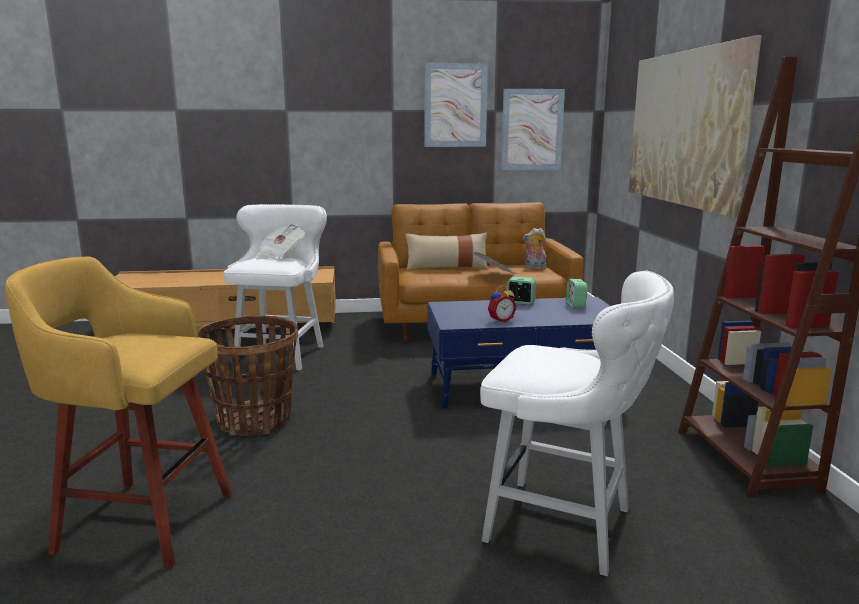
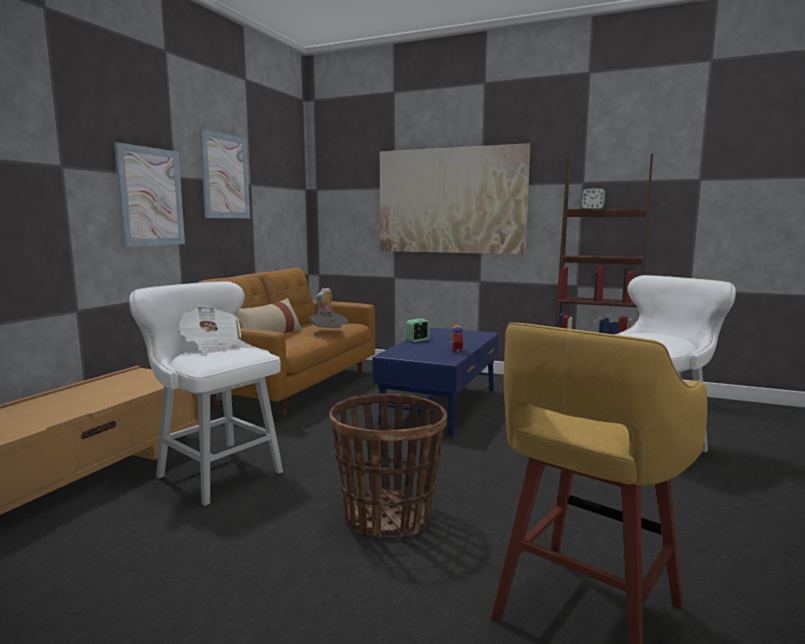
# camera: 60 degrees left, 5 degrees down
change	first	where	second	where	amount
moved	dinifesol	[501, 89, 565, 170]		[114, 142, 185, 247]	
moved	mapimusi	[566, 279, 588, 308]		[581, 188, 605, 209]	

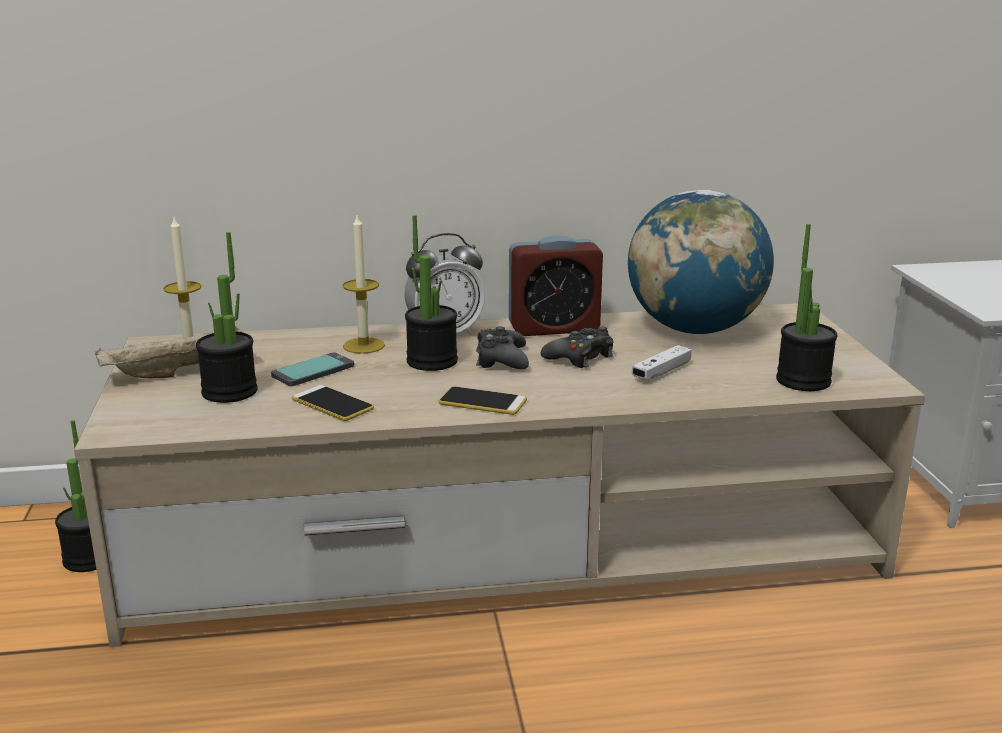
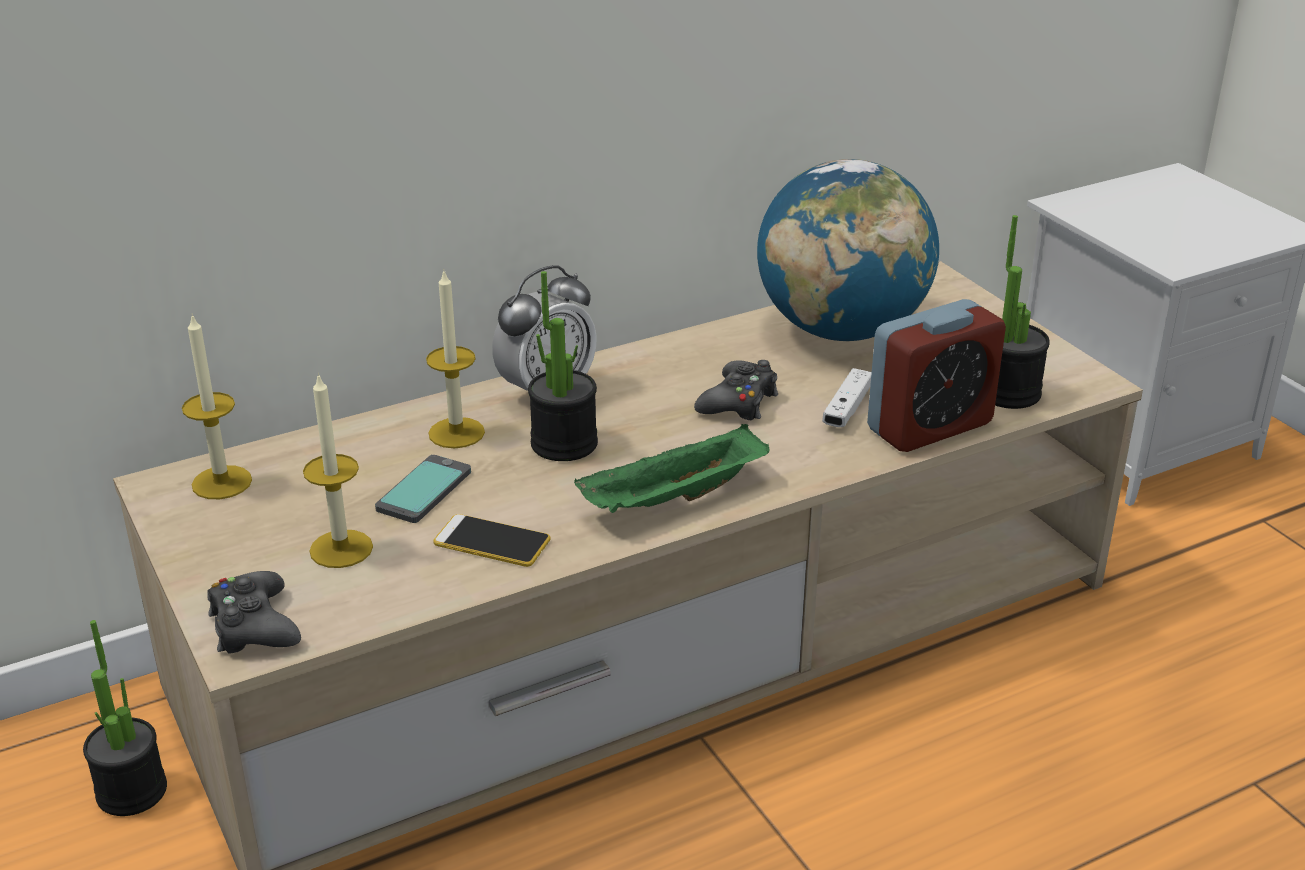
# camera: 20 degrees left, 10 degrees up
change	first	where	second	where	amount
removed	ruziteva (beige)	[95, 326, 254, 379]			
moved	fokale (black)	[476, 327, 529, 369]		[207, 571, 301, 654]	
moved	mapimusi	[509, 235, 603, 336]		[867, 299, 1006, 452]	
replaced	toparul	[196, 232, 258, 403]	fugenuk	[303, 373, 373, 568]	
replaced	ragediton	[438, 387, 527, 415]	ruziteva (green)	[574, 424, 769, 513]	

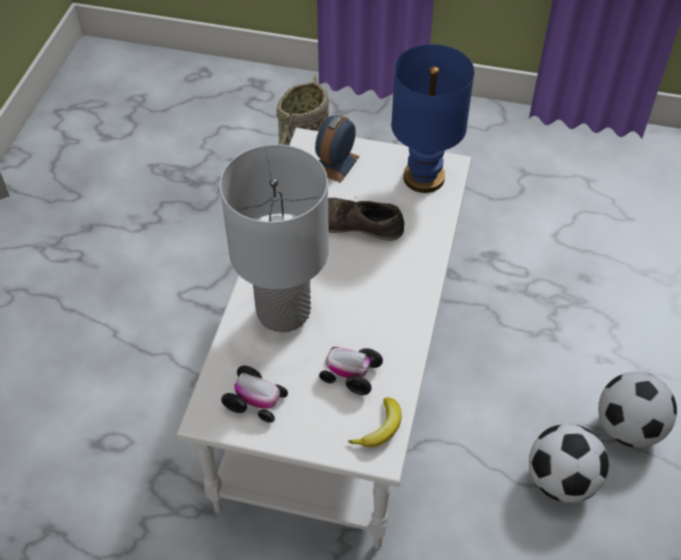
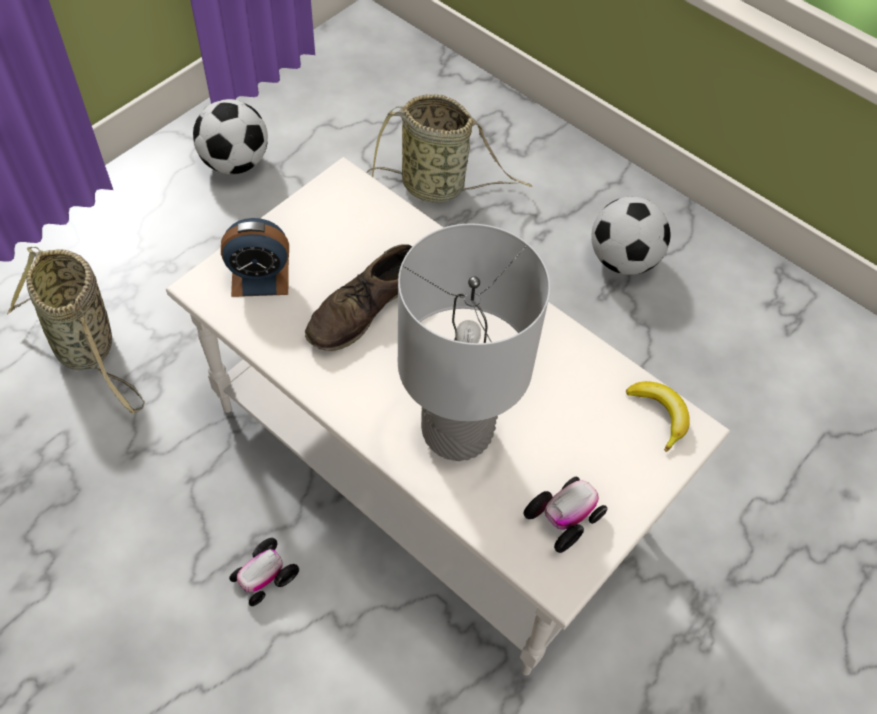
# camera: 65 degrees left, 5 degrees up
change	first	where	second	where	amount
removed	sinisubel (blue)	[391, 44, 474, 193]			
added			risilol	[367, 94, 533, 203]	
moved	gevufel	[319, 347, 383, 395]		[229, 538, 299, 606]	
moved	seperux	[529, 424, 609, 503]		[193, 99, 268, 174]	
turned	mapimusi	[315, 115, 360, 183]		[221, 218, 289, 297]	60 degrees counterclockwise

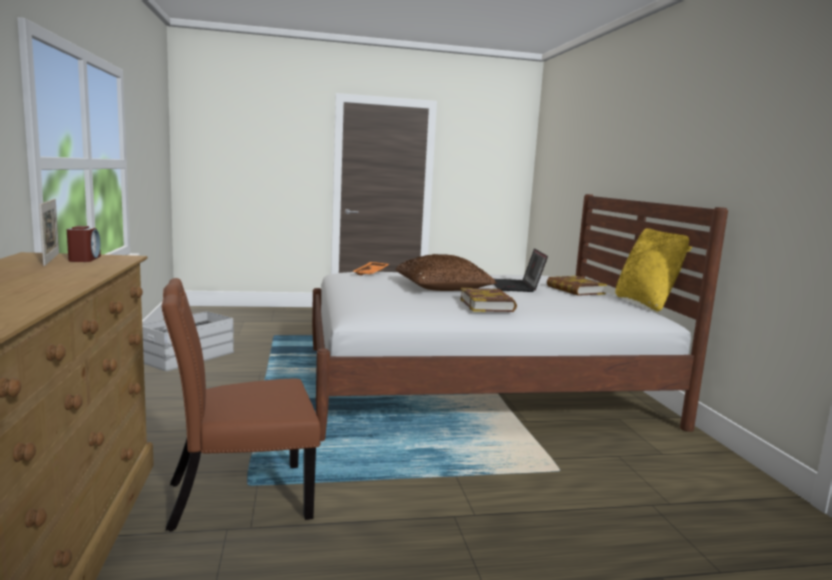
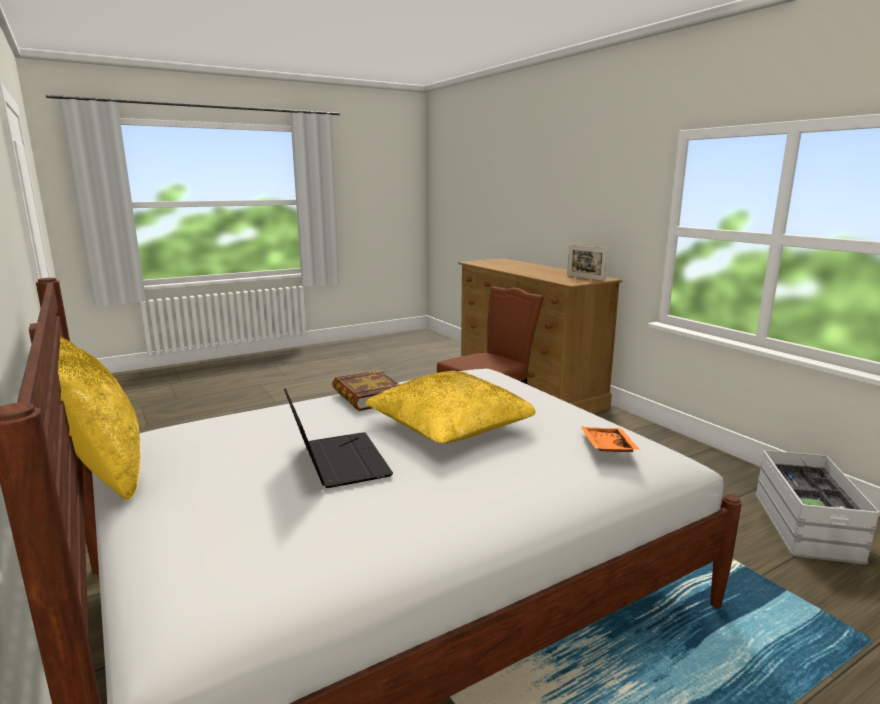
# camera: 160 degrees right, 5 degrees up
change	first	where	second	where	amount
removed	mapimusi	[67, 226, 101, 262]			
removed	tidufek	[547, 276, 607, 296]			
recoloured	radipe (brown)	[395, 254, 496, 291]	radipe (yellow)	[365, 371, 536, 443]	

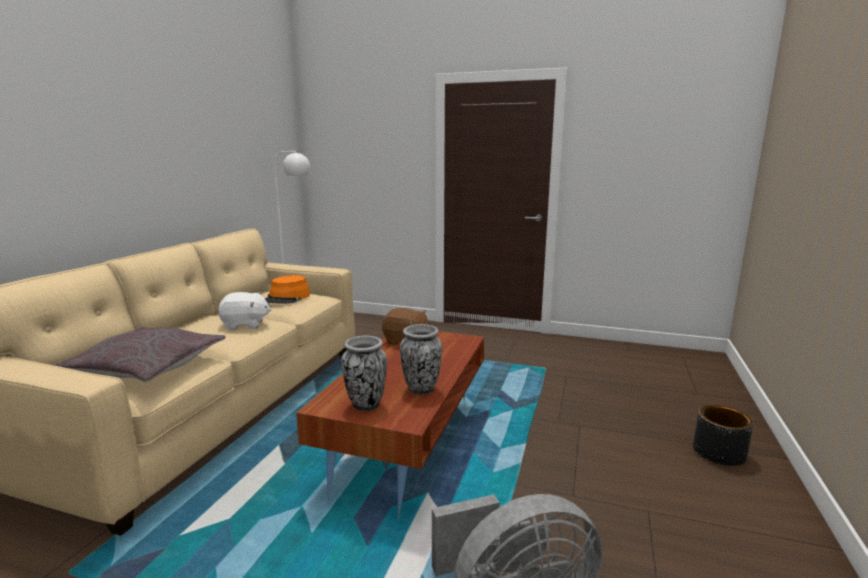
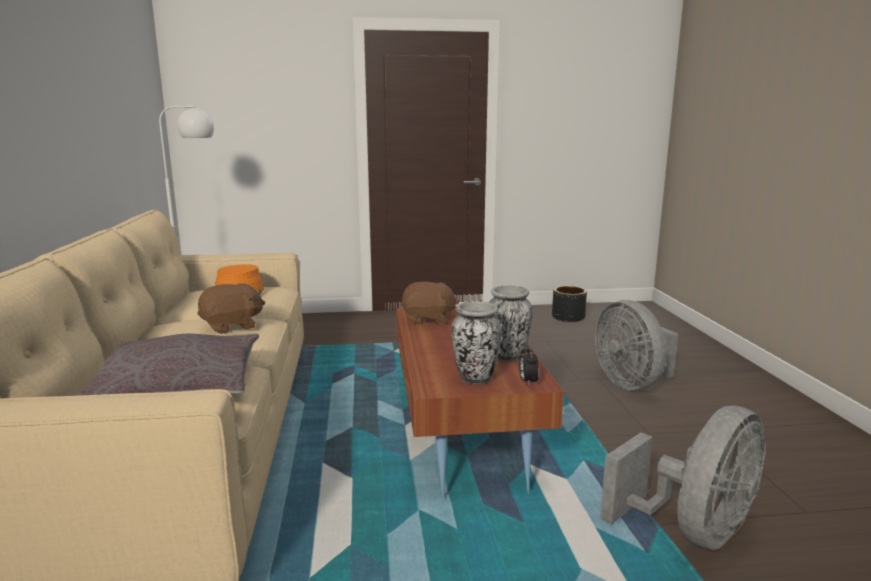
# camera: 25 degrees left, 0 degrees up
change	first	where	second	where	amount
added			mapimusi	[519, 345, 539, 384]	
added			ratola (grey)	[595, 300, 678, 391]	
moved	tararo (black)	[693, 405, 753, 466]		[552, 286, 587, 322]	
recoloured	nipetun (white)	[218, 292, 272, 330]	nipetun (brown)	[197, 283, 265, 334]	

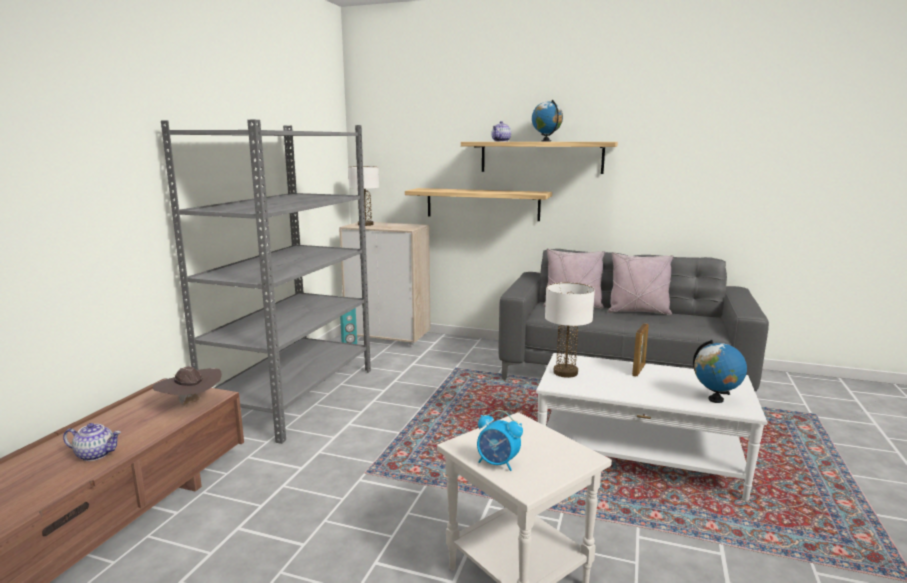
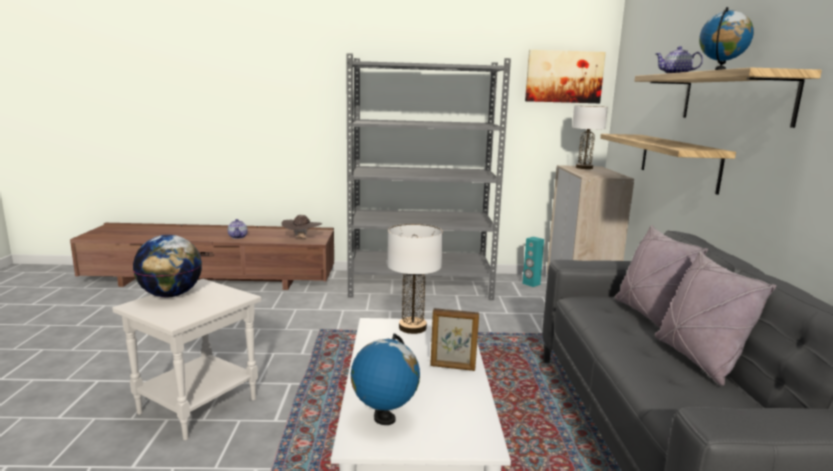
# camera: 70 degrees right, 0 degrees up
change	first	where	second	where	amount
added			dinifesol	[525, 50, 606, 103]	
replaced	mapimusi	[477, 410, 523, 471]	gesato	[133, 235, 202, 297]	

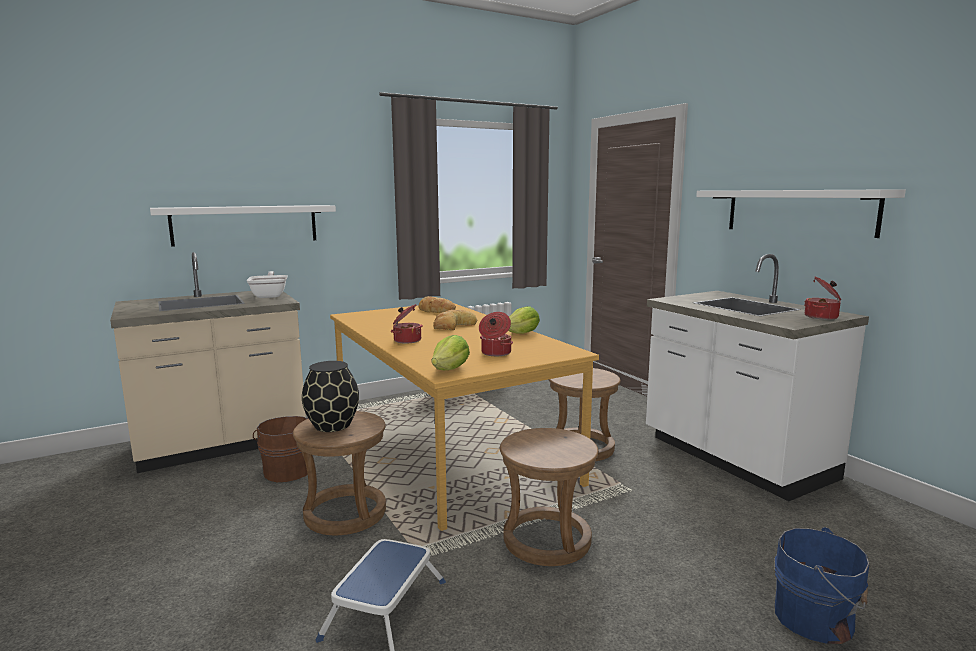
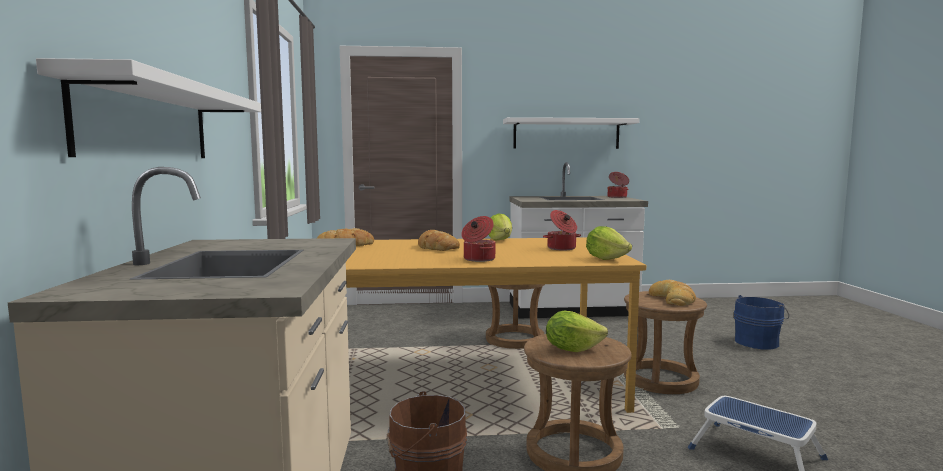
# camera: 65 degrees left, 5 degrees down
change	first	where	second	where	amount
removed	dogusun	[246, 271, 288, 298]			
added			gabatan	[649, 280, 696, 306]	
replaced	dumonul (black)	[302, 361, 359, 432]	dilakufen	[546, 311, 608, 352]	

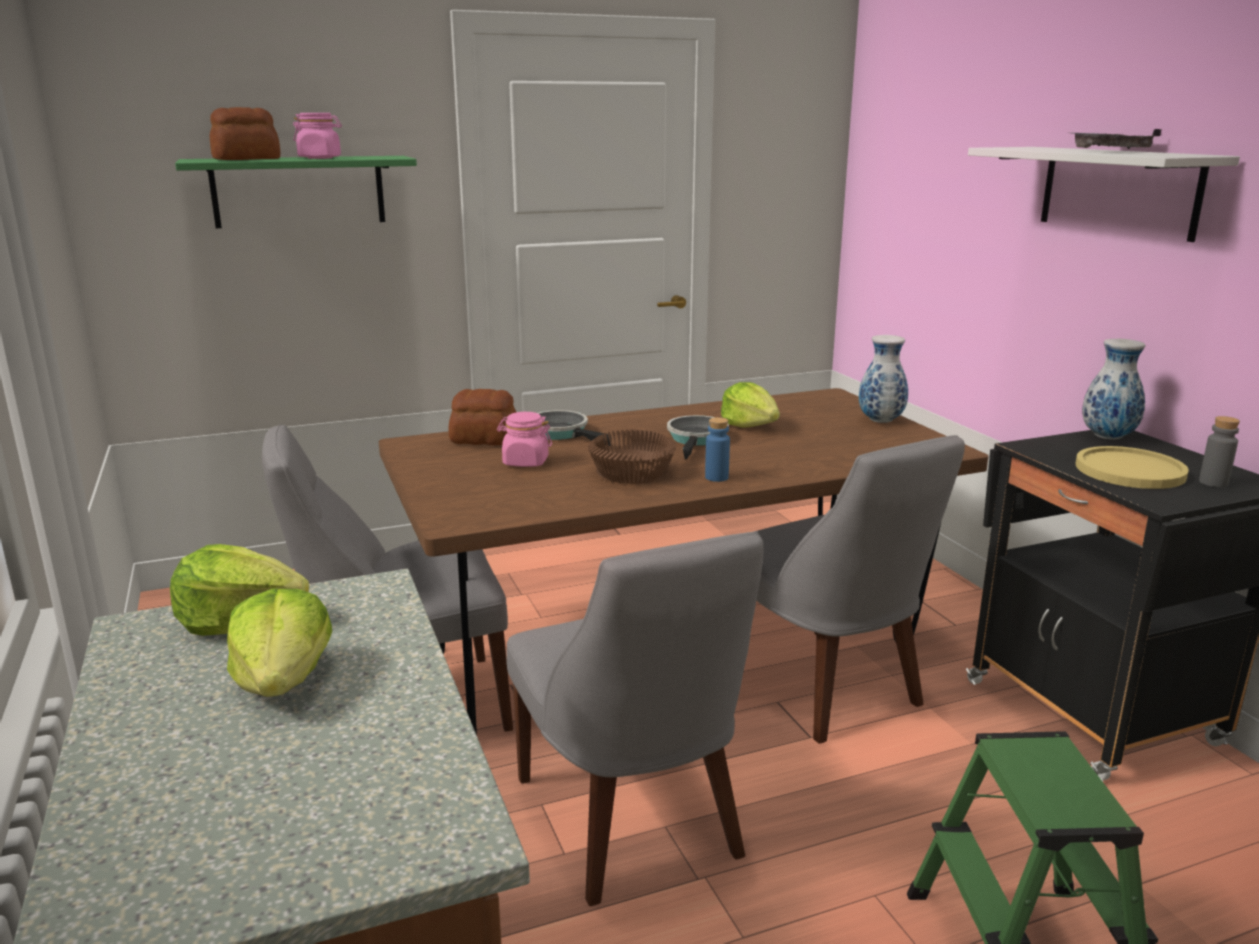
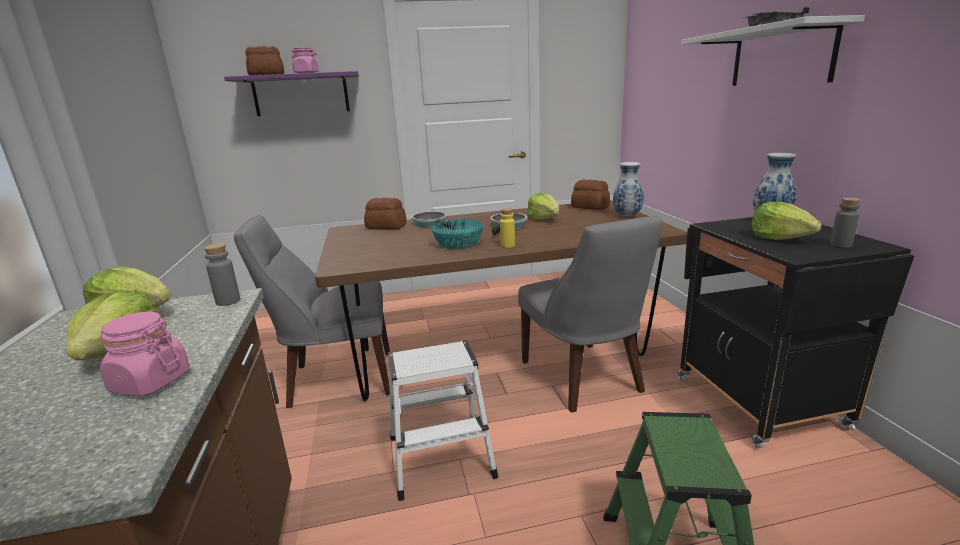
# camera: 10 degrees right, 0 degrees up
change	first	where	second	where	amount
added			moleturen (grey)	[204, 243, 240, 306]	
added			gabatan	[571, 180, 610, 210]	
moved	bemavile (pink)	[497, 412, 552, 467]		[100, 312, 190, 396]	
replaced	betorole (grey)	[506, 532, 764, 906]	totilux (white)	[388, 340, 498, 501]	
replaced	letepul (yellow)	[1076, 446, 1189, 489]	dilakufen	[752, 201, 822, 240]	
recoloured	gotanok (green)	[175, 156, 417, 228]	gotanok (purple)	[224, 71, 359, 116]	
recoloured	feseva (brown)	[588, 430, 676, 484]	feseva (turquoise)	[431, 218, 484, 249]	
recoloured	moleturen (blue)	[705, 417, 730, 482]	moleturen (yellow)	[500, 208, 515, 248]	

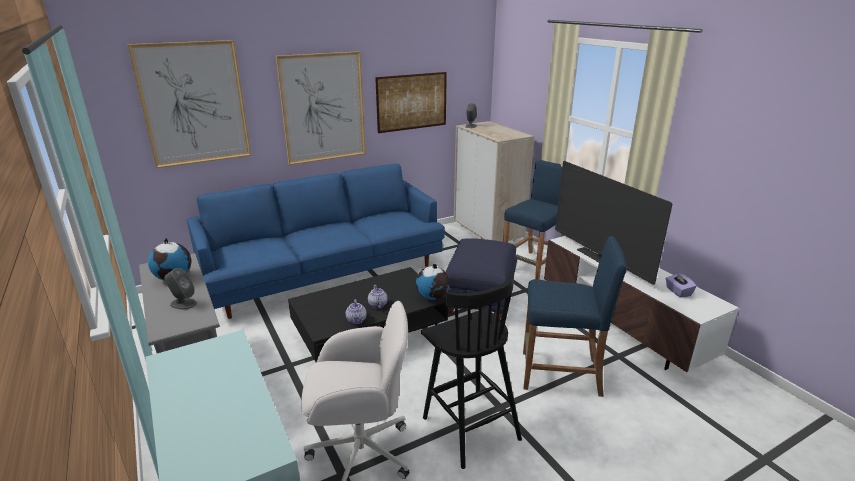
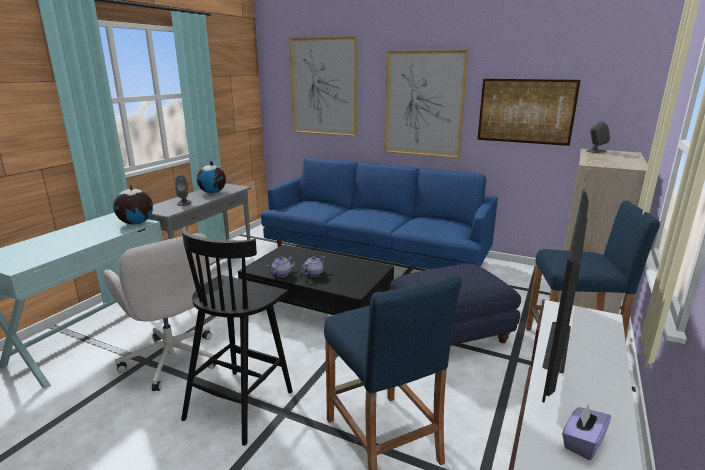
# camera: 55 degrees right, 5 degrees down
change	first	where	second	where	amount
moved	gesato	[416, 264, 450, 300]		[113, 184, 153, 225]	

